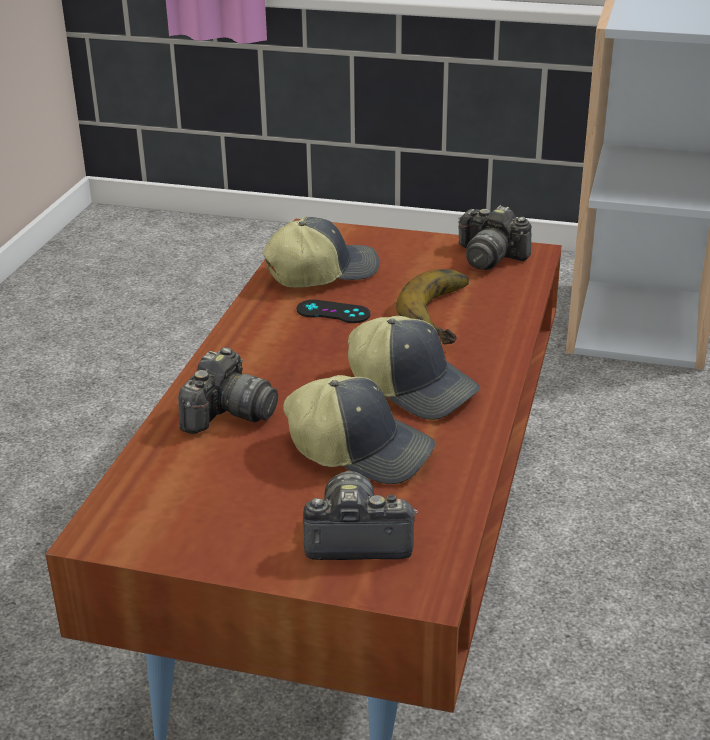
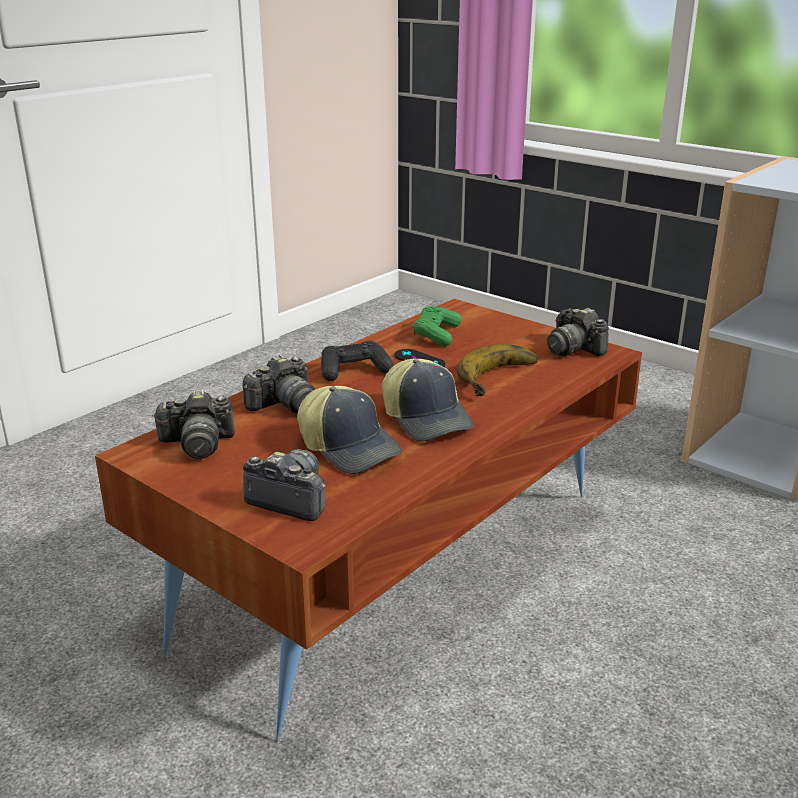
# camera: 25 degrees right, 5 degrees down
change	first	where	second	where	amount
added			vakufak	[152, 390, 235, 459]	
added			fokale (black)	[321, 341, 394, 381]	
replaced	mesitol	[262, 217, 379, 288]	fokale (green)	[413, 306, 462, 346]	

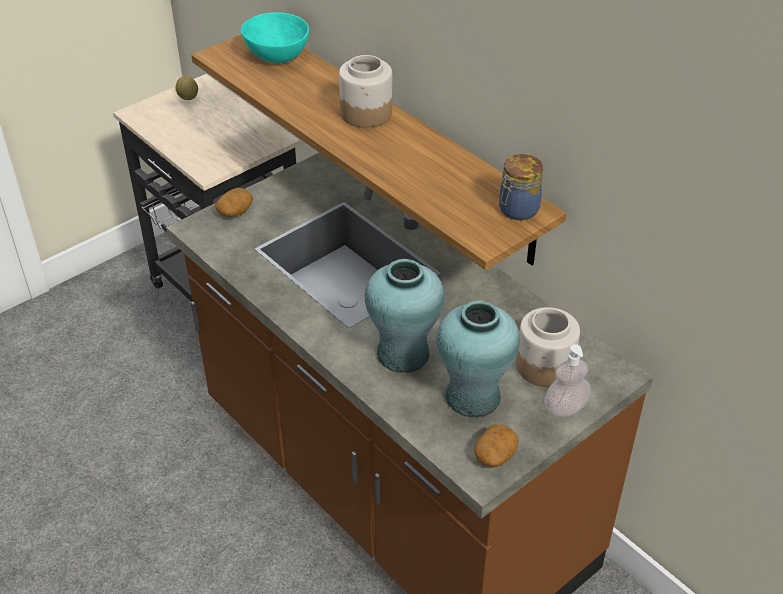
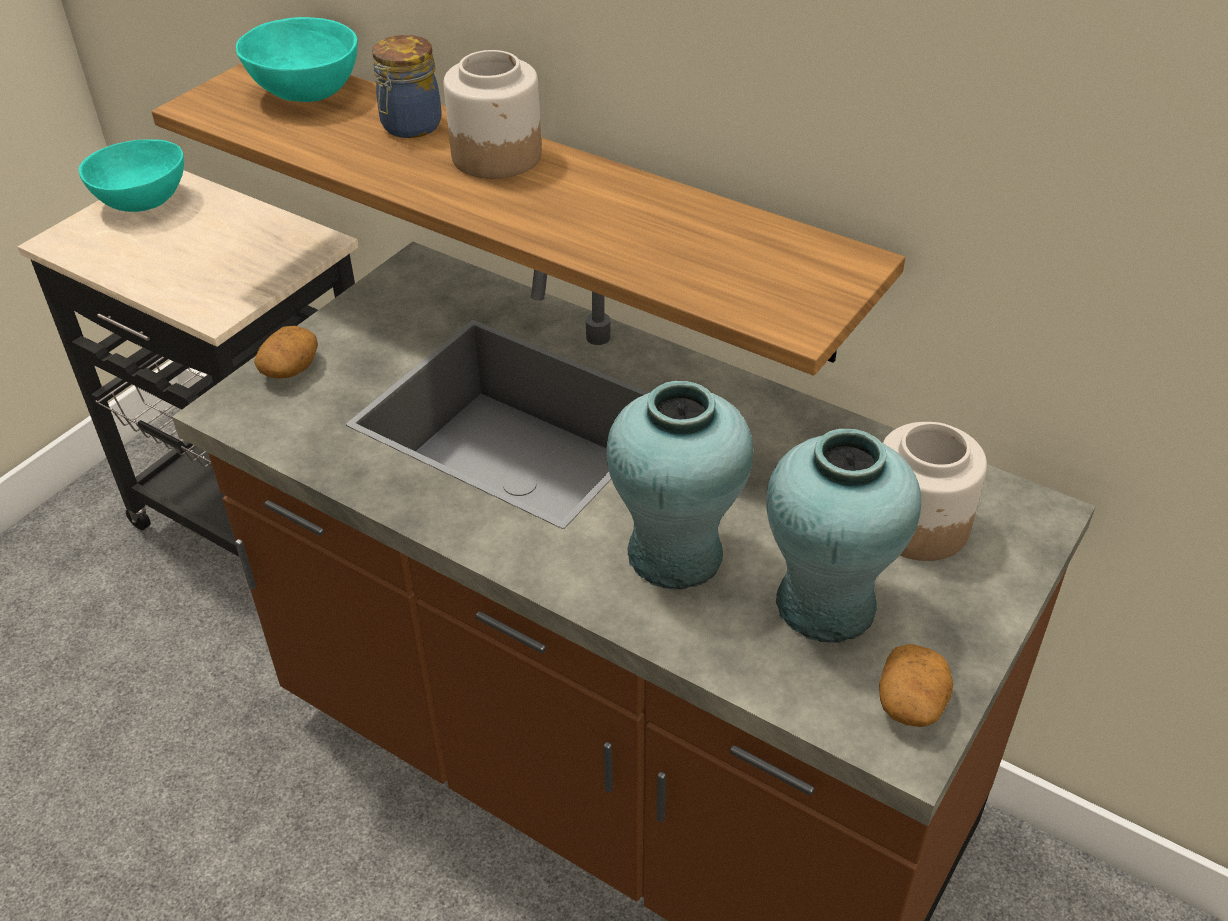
# camera: 15 degrees left, 0 degrees up
change	first	where	second	where	amount
removed	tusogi	[544, 344, 591, 417]			
moved	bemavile	[499, 154, 543, 220]		[372, 35, 442, 138]	
replaced	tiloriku	[176, 76, 198, 100]	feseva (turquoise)	[79, 140, 184, 212]	

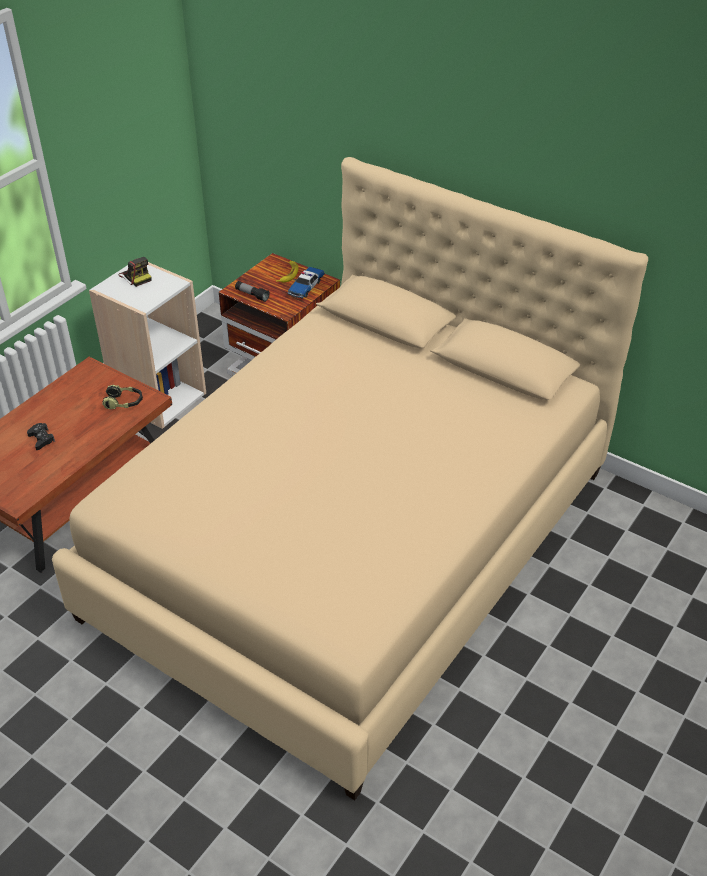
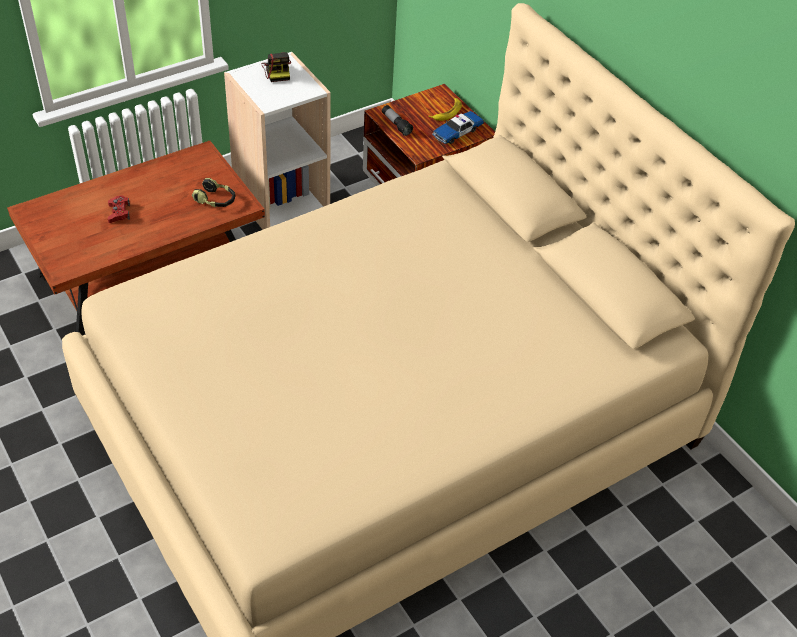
# camera: 20 degrees right, 5 degrees up
change	first	where	second	where	amount
recoloured	fokale (black)	[27, 423, 55, 450]	fokale (red)	[108, 195, 130, 223]	

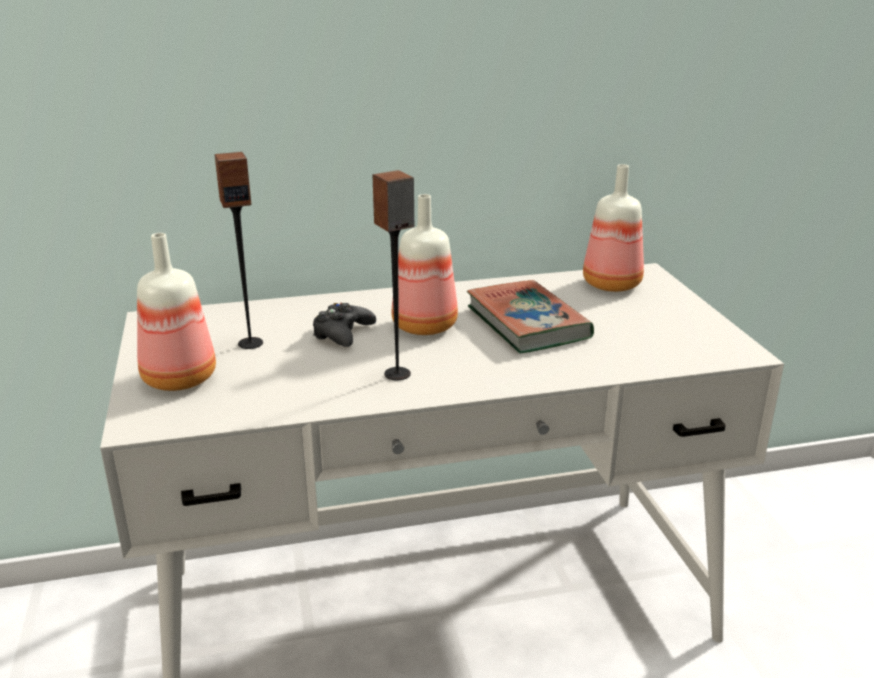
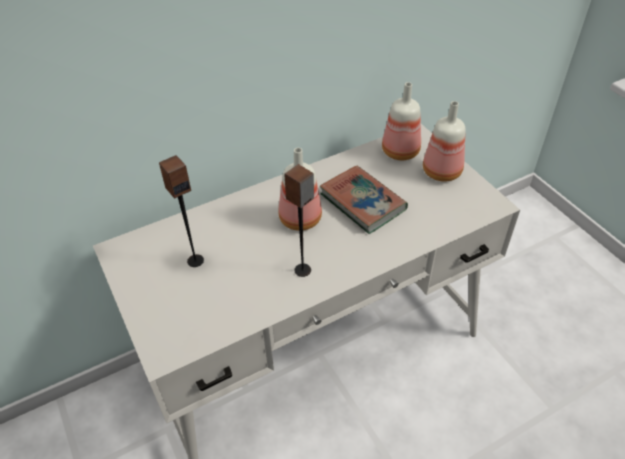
# camera: 15 degrees left, 20 degrees up
change	first	where	second	where	amount
removed	fokale (black)	[313, 303, 376, 347]			
moved	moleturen	[137, 233, 216, 391]		[423, 101, 466, 182]	

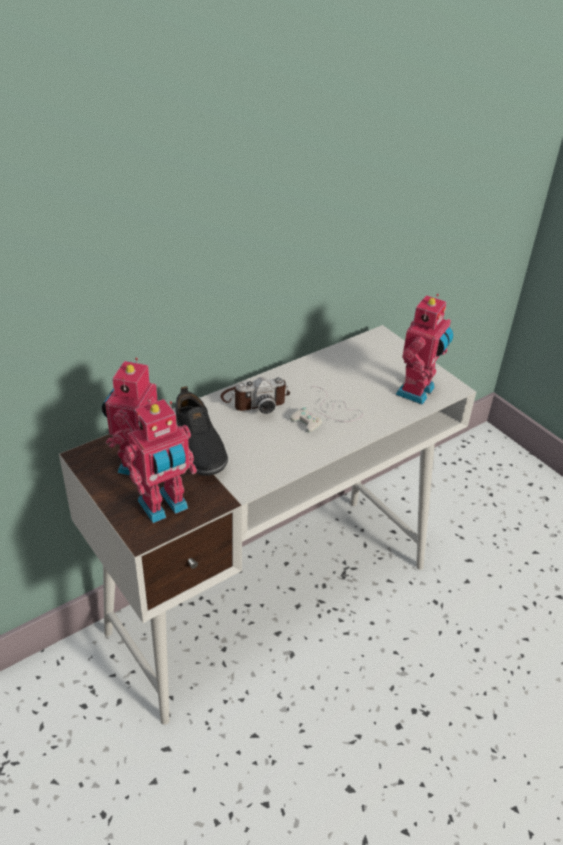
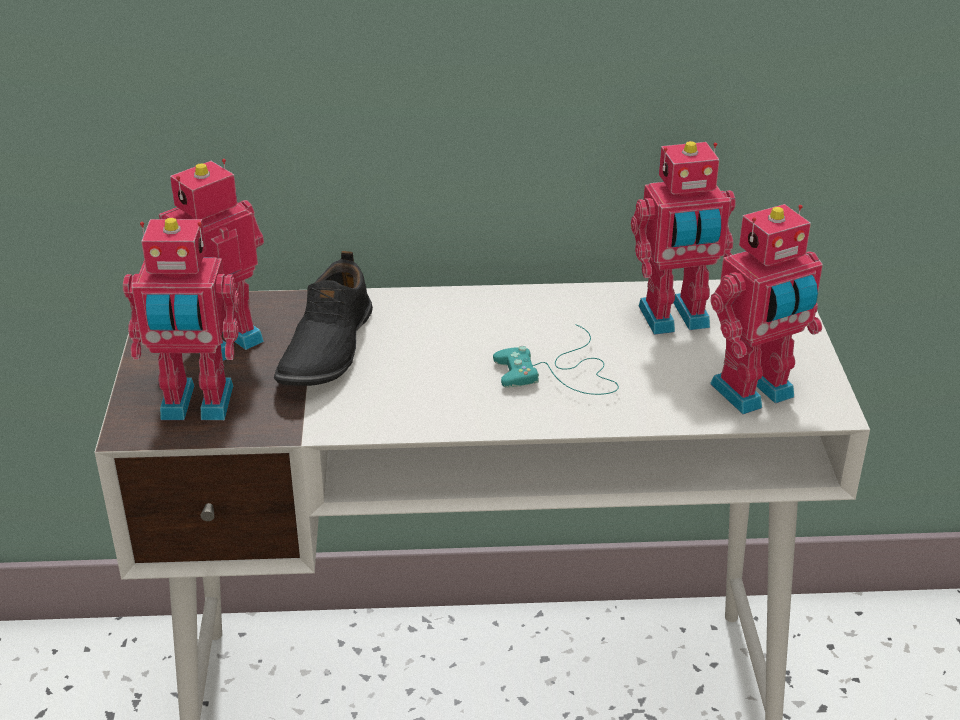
# camera: 35 degrees right, 5 degrees down
change	first	where	second	where	amount
removed	vakufak	[220, 377, 290, 414]			
added			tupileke	[631, 141, 736, 335]	
recoloured	fokale (white)	[290, 386, 363, 433]	fokale (turquoise)	[493, 324, 619, 395]	

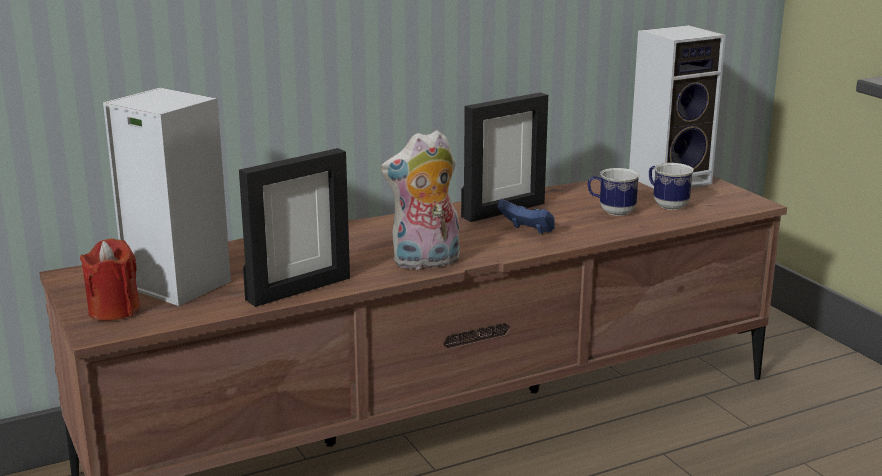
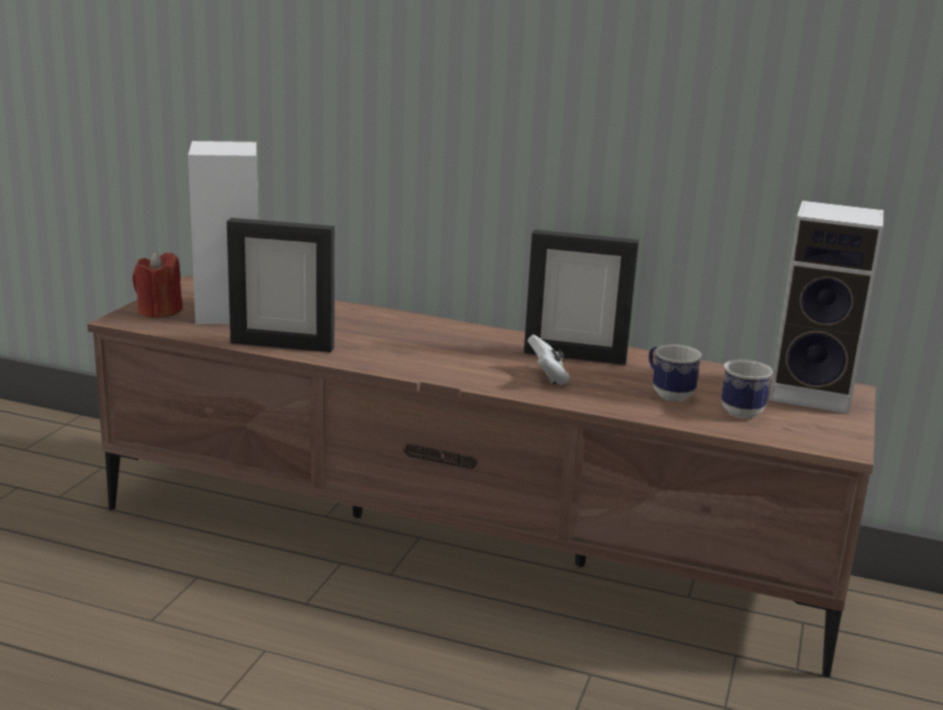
# camera: 45 degrees right, 0 degrees up
change	first	where	second	where	amount
removed	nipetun	[380, 130, 460, 270]			
recoloured	fokale (blue)	[497, 199, 555, 234]	fokale (white)	[528, 335, 570, 385]	

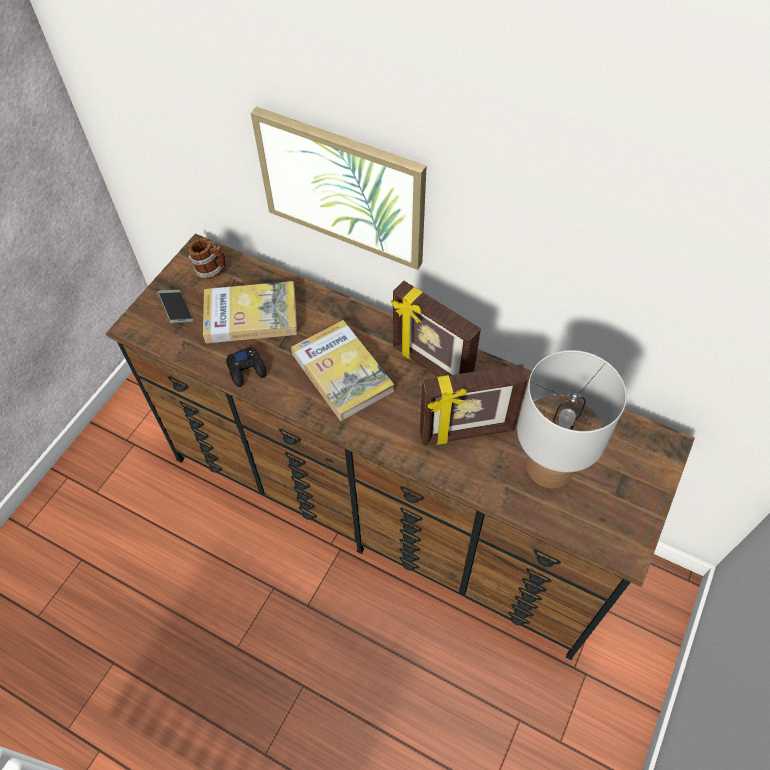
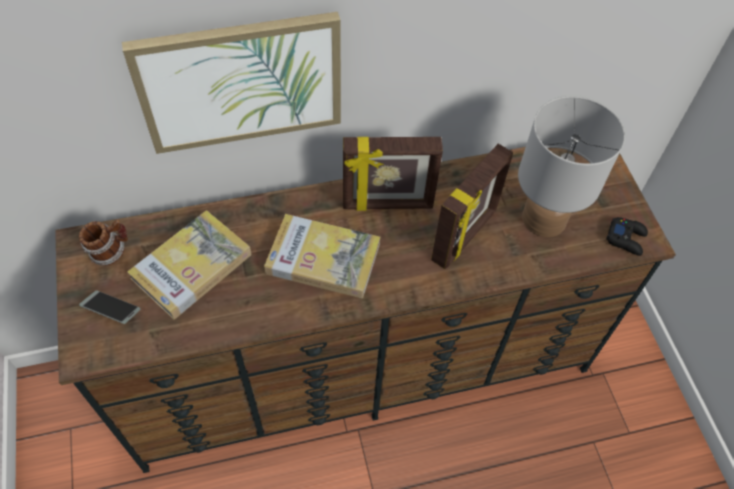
# camera: 45 degrees left, 0 degrees up
change	first	where	second	where	amount
moved	fokale (black)	[226, 347, 267, 387]		[606, 217, 648, 256]	

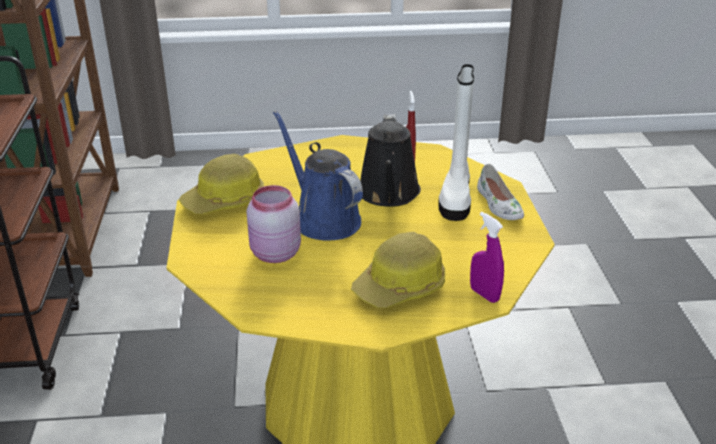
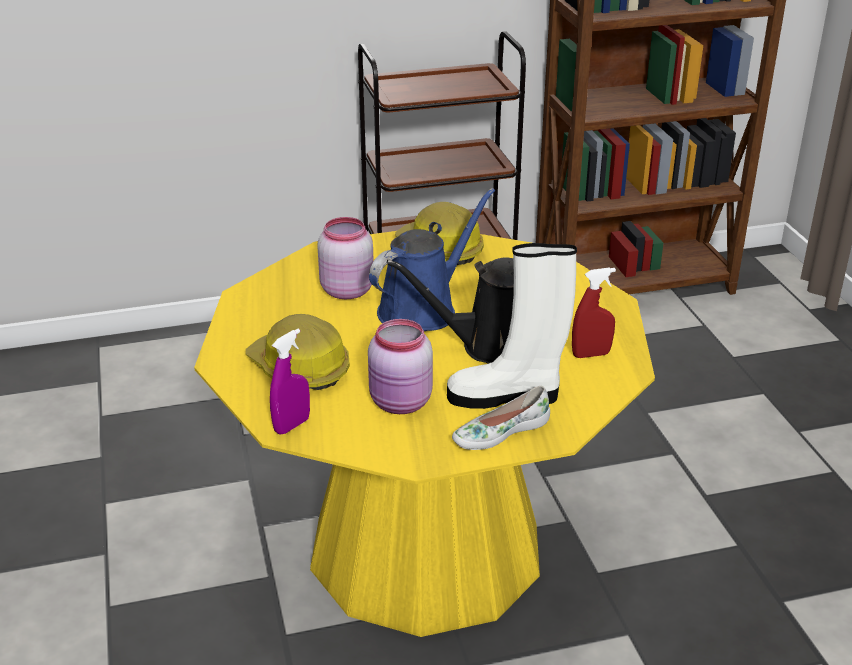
# camera: 80 degrees right, 0 degrees up
change	first	where	second	where	amount
added			bemavile (pink)	[368, 319, 433, 414]	

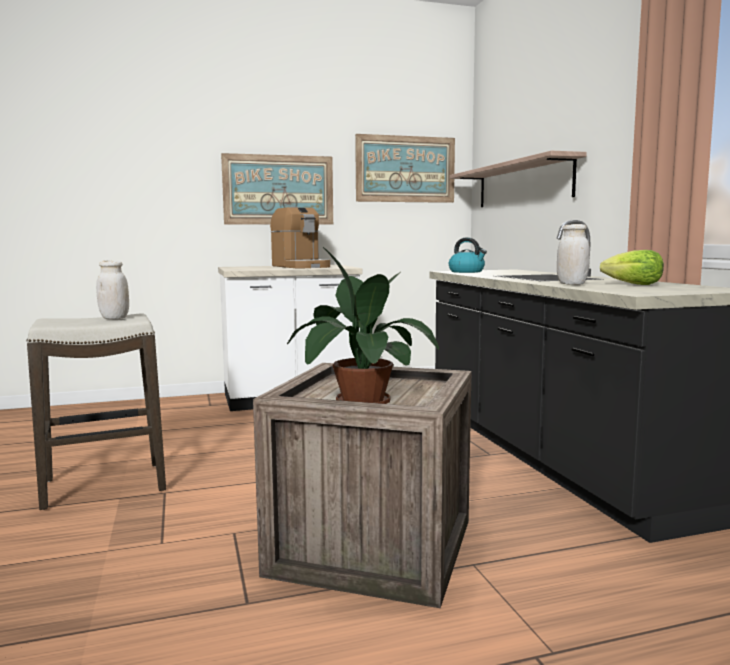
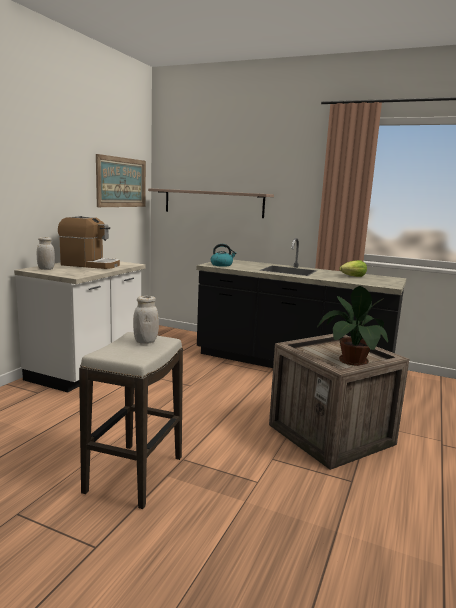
# camera: 50 degrees left, 5 degrees up
change	first	where	second	where	amount
removed	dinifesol	[221, 153, 333, 225]			
moved	bemavile (white)	[557, 224, 590, 285]		[37, 237, 55, 270]	

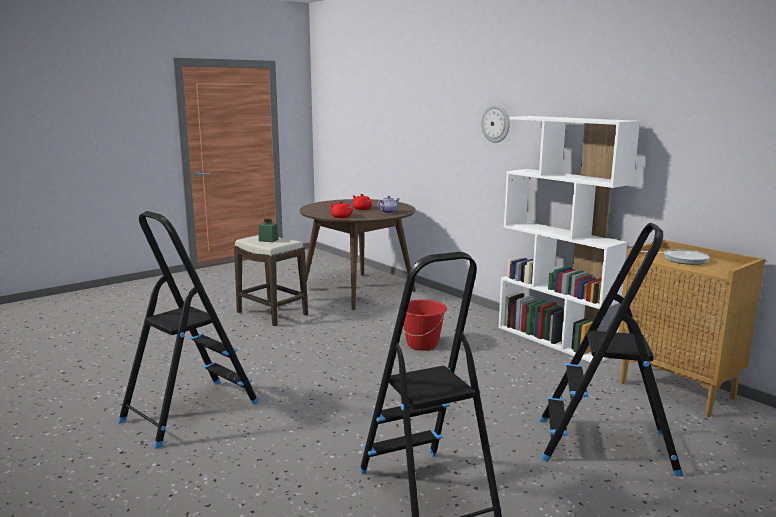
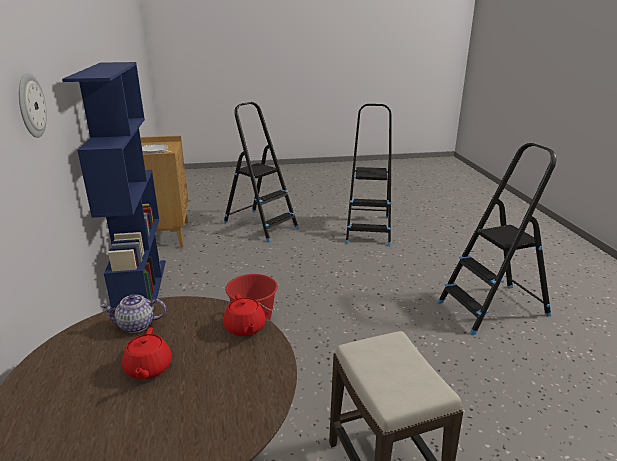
# camera: 150 degrees left, 10 degrees up
change	first	where	second	where	amount
removed	bemavile (green)	[259, 218, 279, 242]			
recoloured	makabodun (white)	[498, 116, 640, 362]	makabodun (blue)	[62, 62, 166, 308]	

